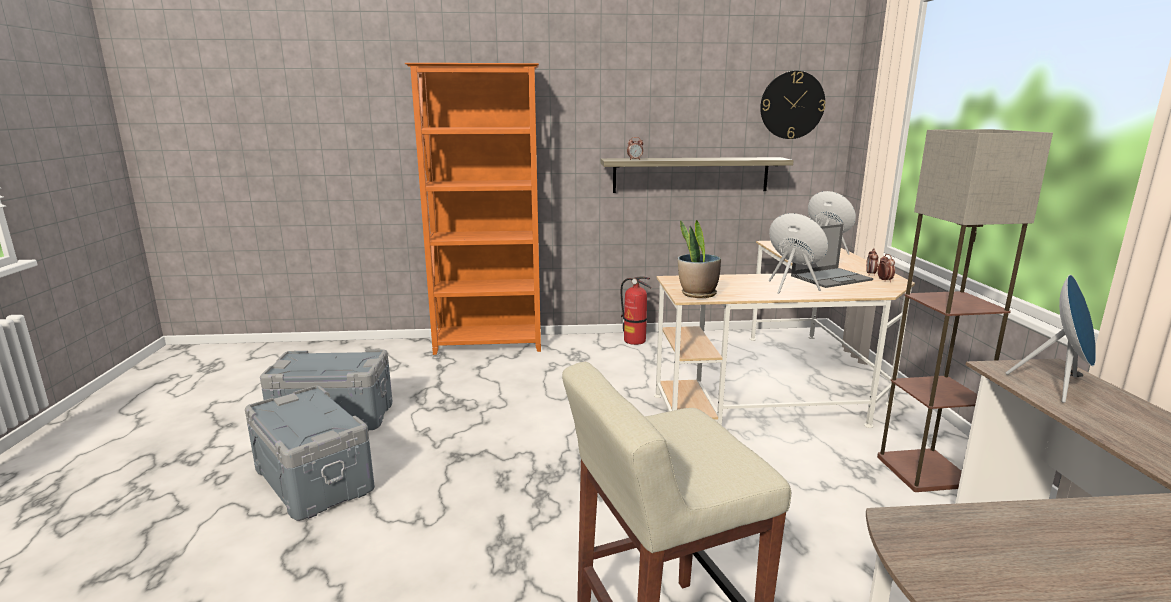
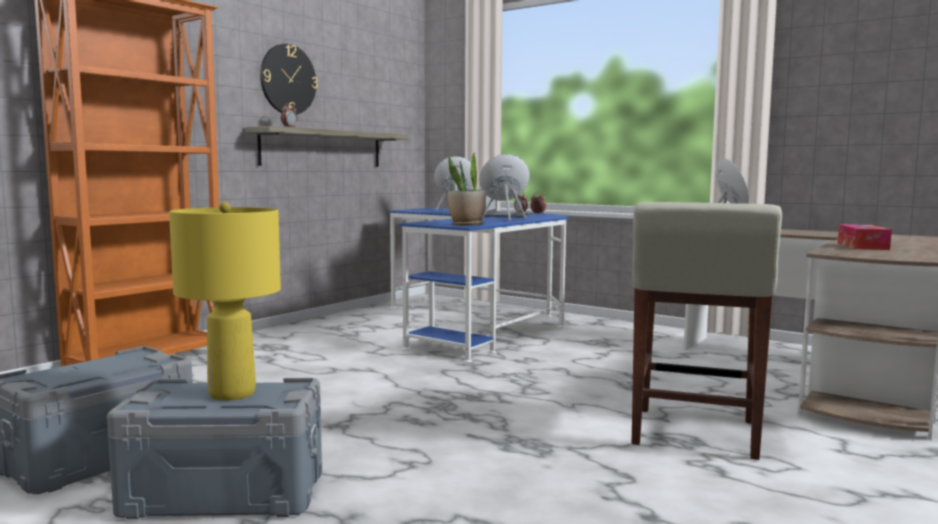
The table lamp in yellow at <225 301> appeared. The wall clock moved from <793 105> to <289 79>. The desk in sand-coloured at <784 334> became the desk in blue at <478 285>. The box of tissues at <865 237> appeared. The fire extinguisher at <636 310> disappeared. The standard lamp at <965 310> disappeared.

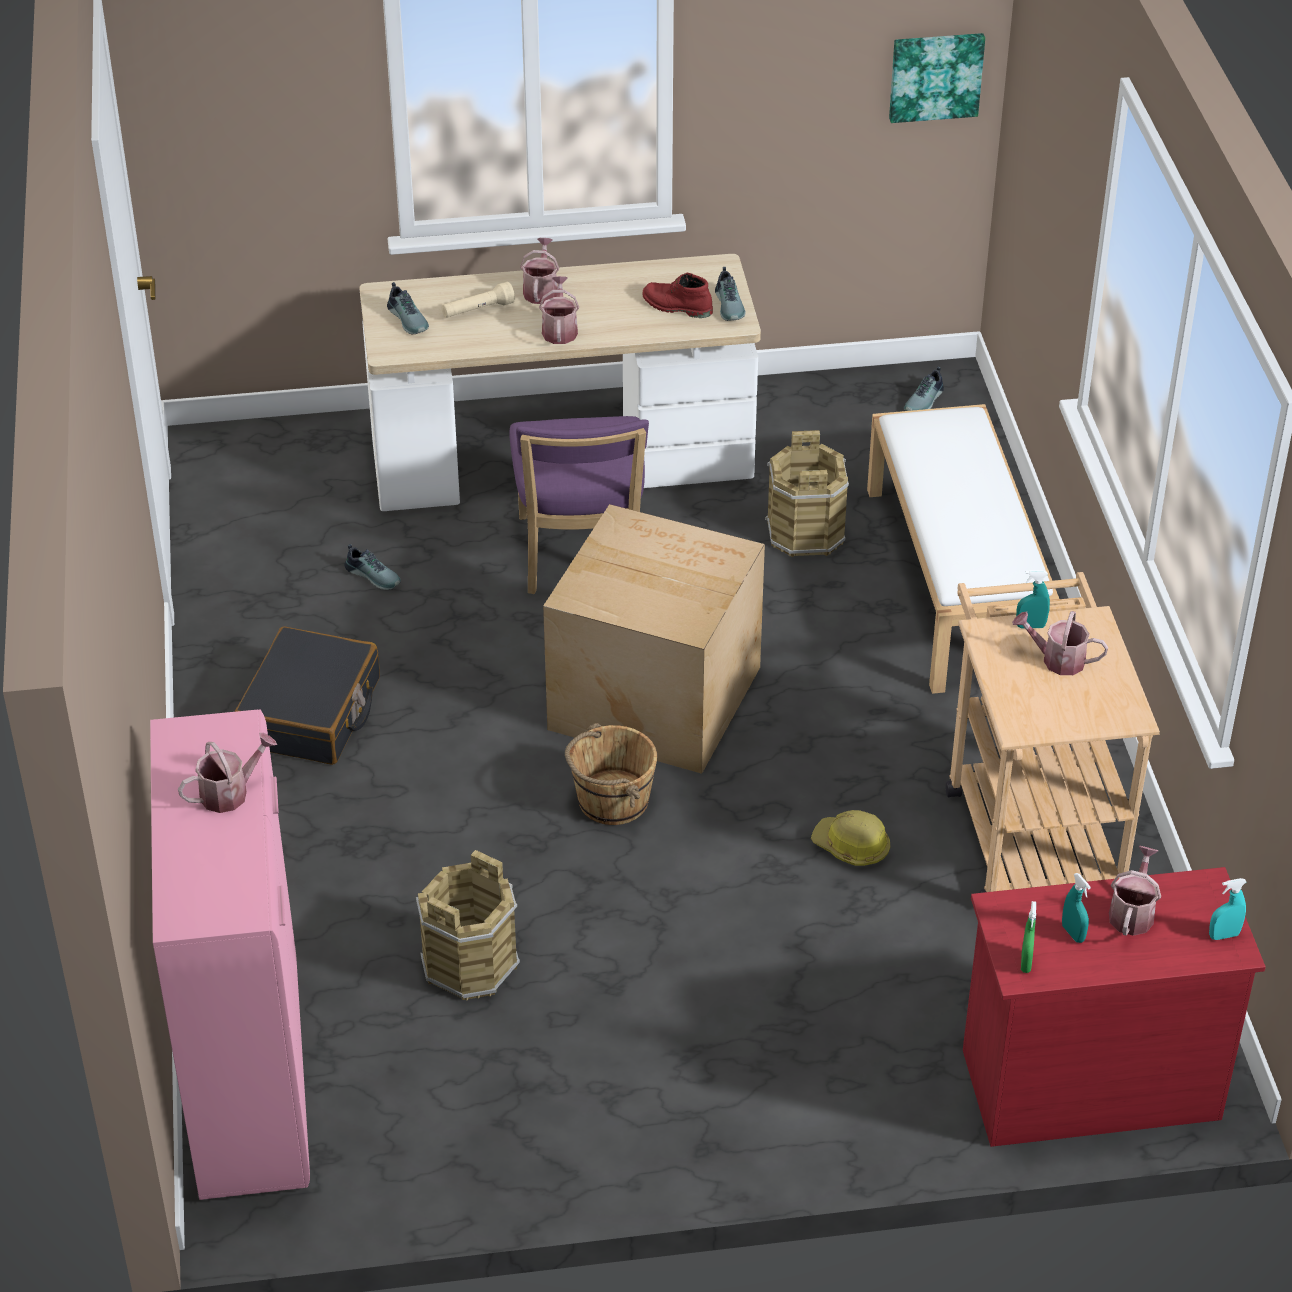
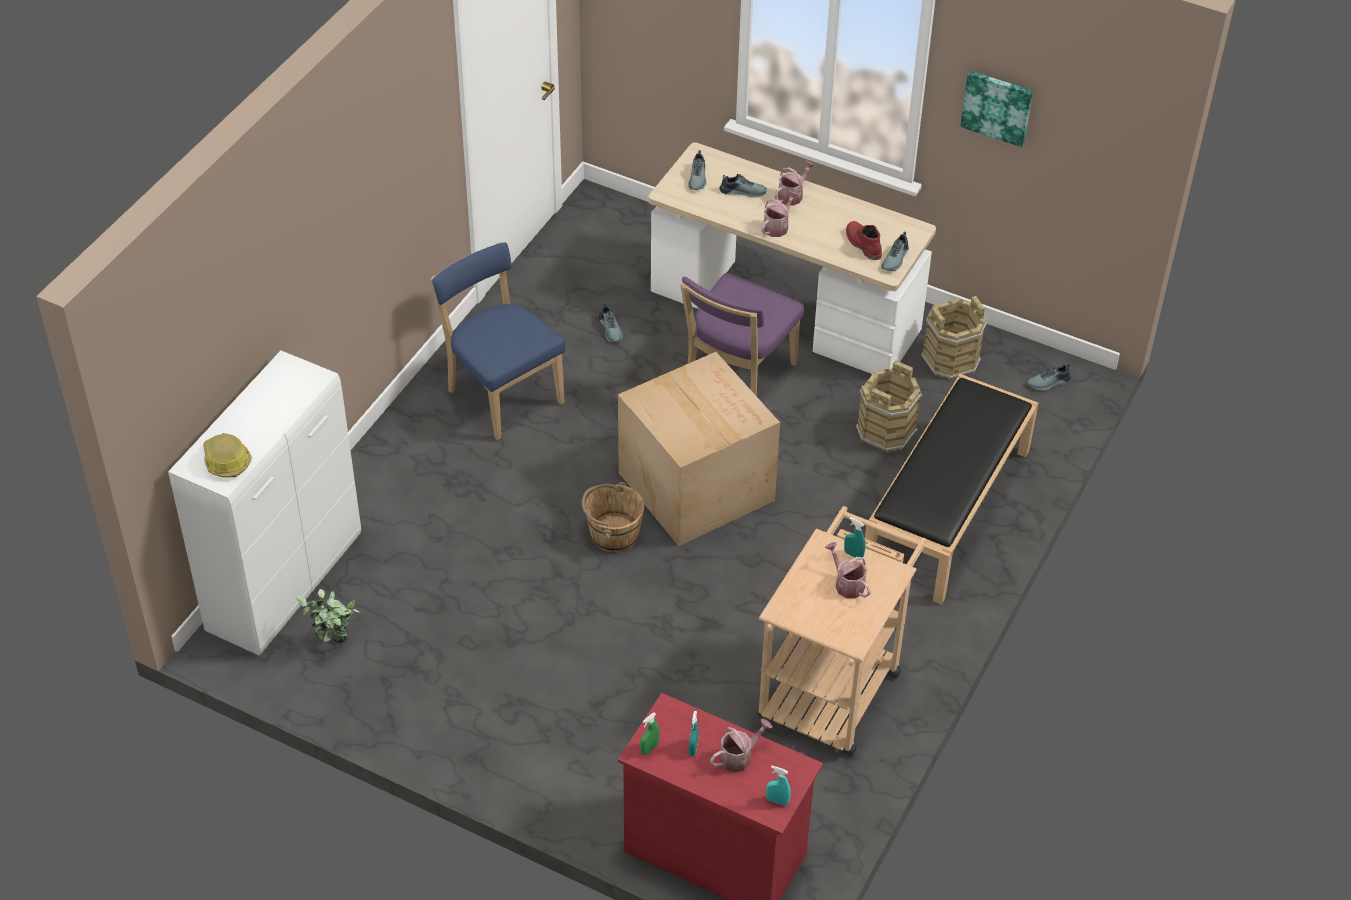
The cupboard in pinkish at <230 955> became the cupboard in white at <264 503>. The safety helmet moved from <850 838> to <227 455>. The houseplant at <328 616> appeared. The travel case in blackish at <307 695> was replaced by the chair in blue at <497 341>. The torch in sand-coloured at <478 300> was replaced by the item of footwear at <743 186>. The long seat in white at <963 549> became the long seat in blackish at <951 489>. The pail in brownish moved from <468 925> to <954 338>. The wall art moved from <937 78> to <996 109>. The sprinkling can at <227 773> disappeared.

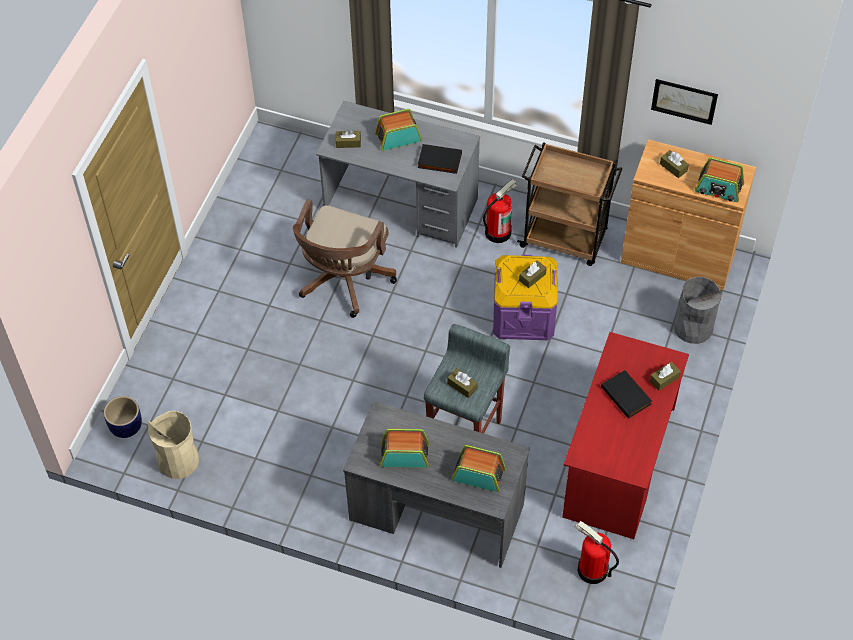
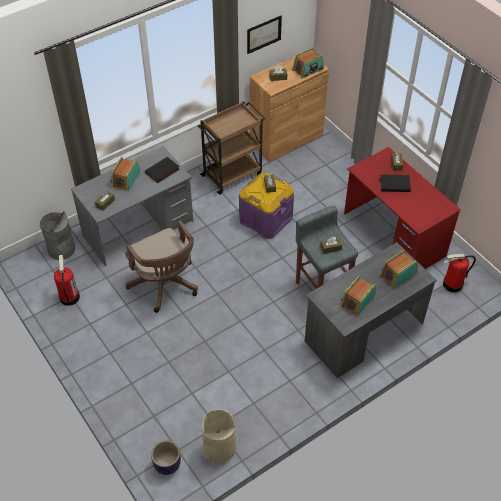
The waste bin in greyish moved from <698 310> to <57 235>. The fire extinguisher moved from <500 211> to <67 280>.

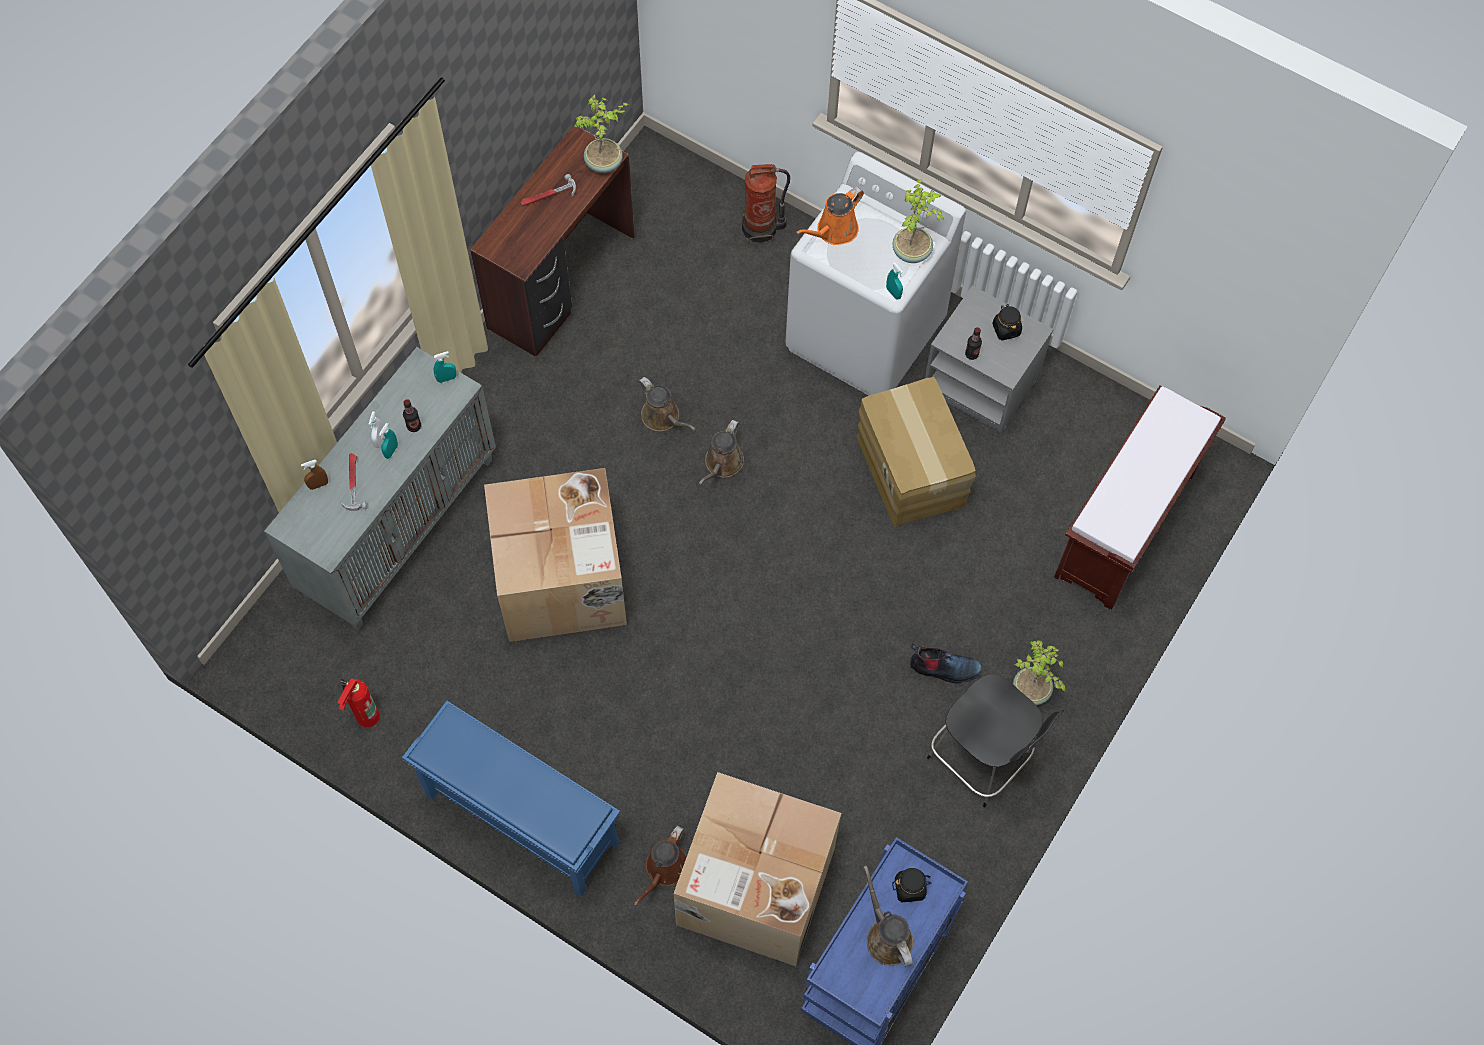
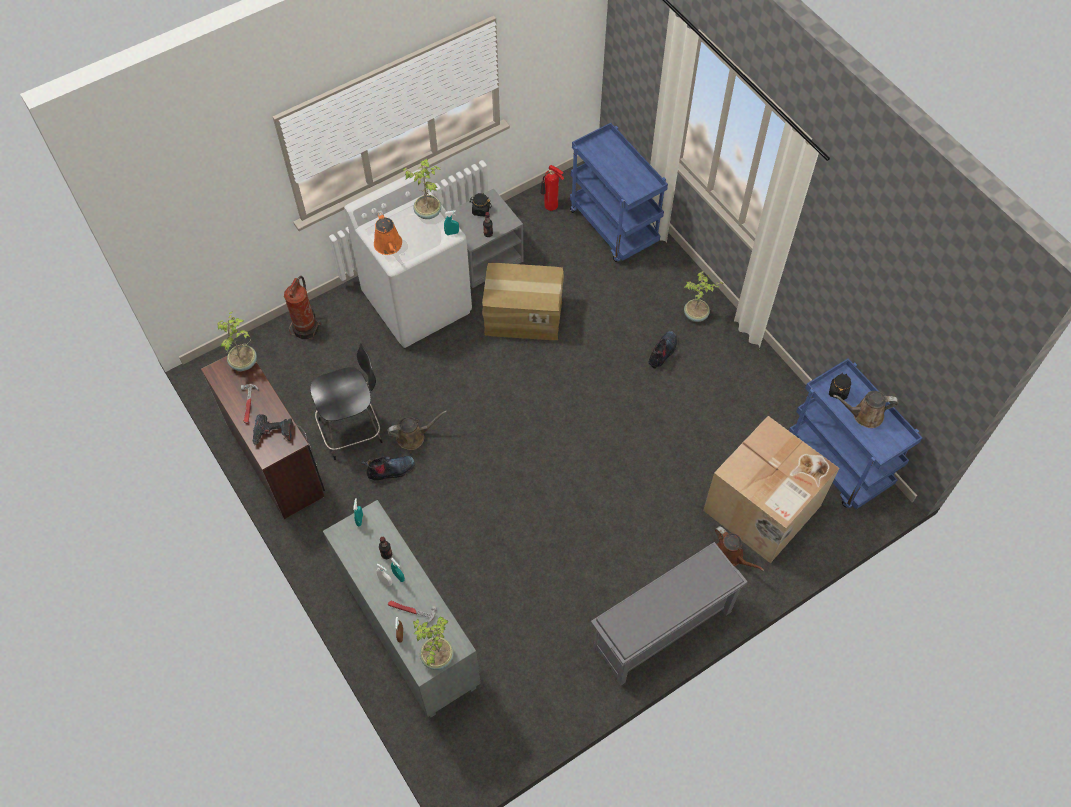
The power drill at <273 429> appeared. The chair in blackish moved from <996 741> to <346 401>. The tall boot at <388 468> appeared. The houseplant at <433 643> appeared. The fire extinguisher moved from <358 702> to <552 188>. The long seat in brownish at <1140 498> was replaced by the trolley in blue at <619 192>. The shoe shelf in blue at <511 799> became the shoe shelf in greyish at <669 614>. The carton at <555 555> disappeared. The sprinkling can in brownish at <721 452> disappeared.

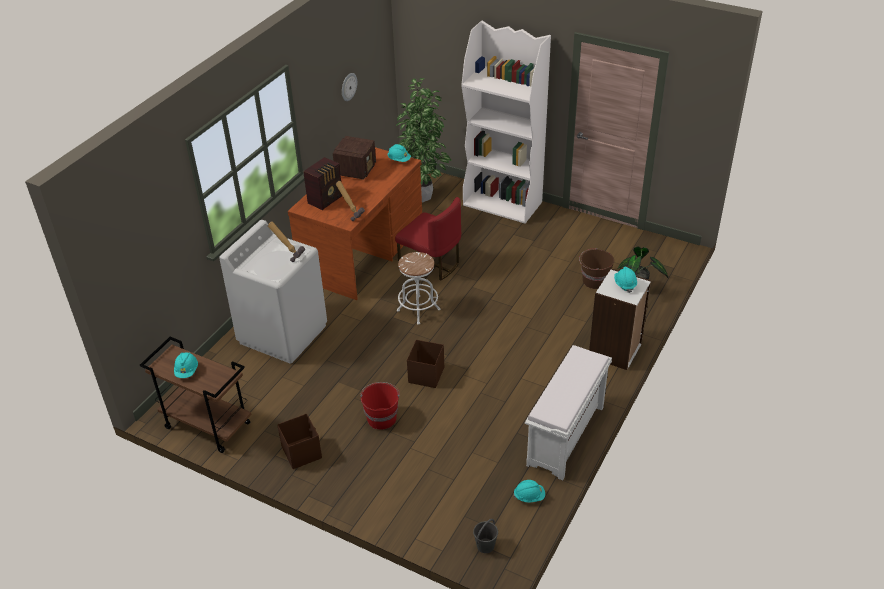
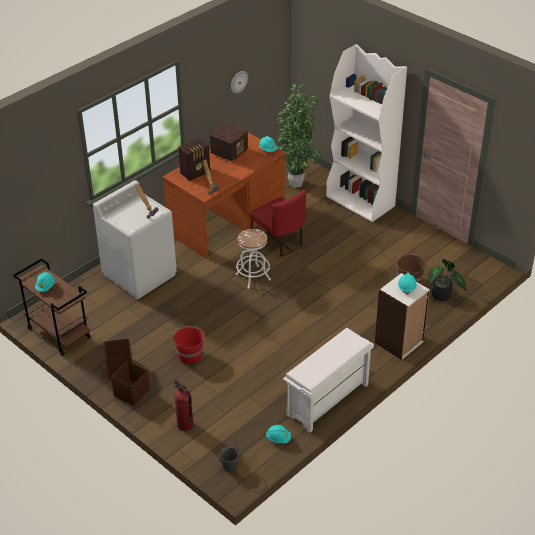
The storage bin in brownish moved from <425 364> to <130 383>. The fire extinguisher at <183 405> appeared.

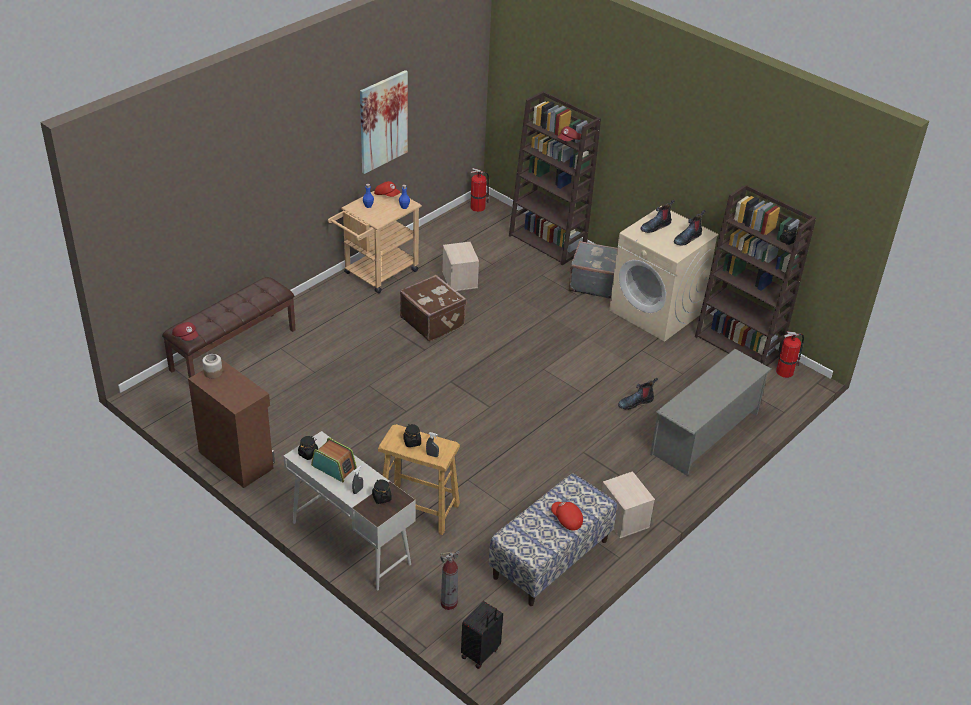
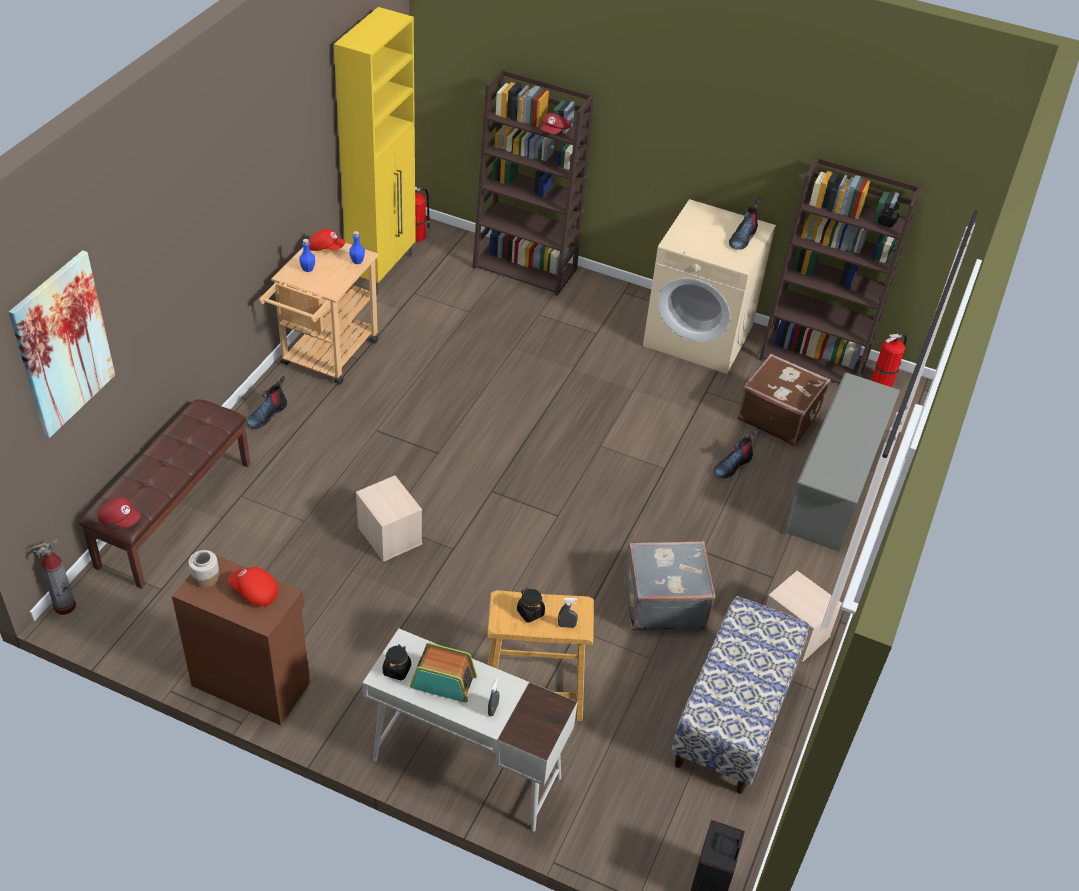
The wall art moved from <384 122> to <62 344>. The fire extinguisher moved from <450 580> to <54 577>. The cap in red-coloured moved from <567 516> to <253 586>. The tall boot moved from <658 216> to <267 402>. The cupboard in yellow at <375 151> appeared. The storage bin in sand-coloured moved from <460 266> to <389 519>. The travel case in greyish moved from <593 270> to <670 586>. The travel case in brownish moved from <433 308> to <784 400>. The preserve jar in blackish at <382 491> disappeared.

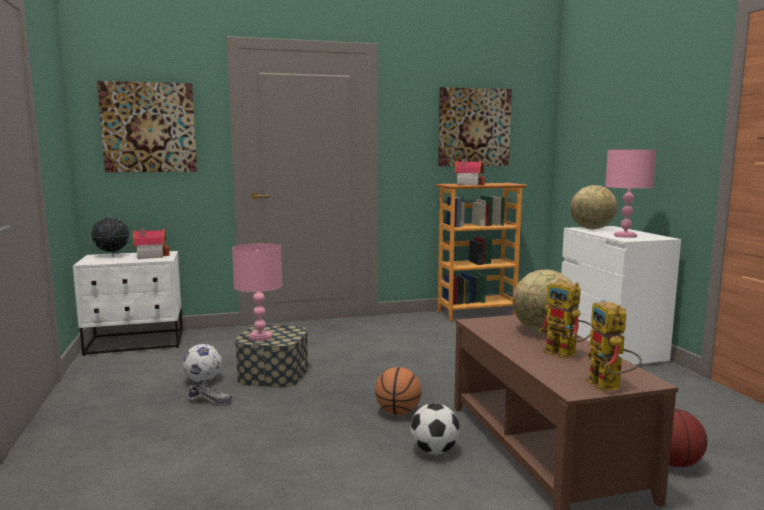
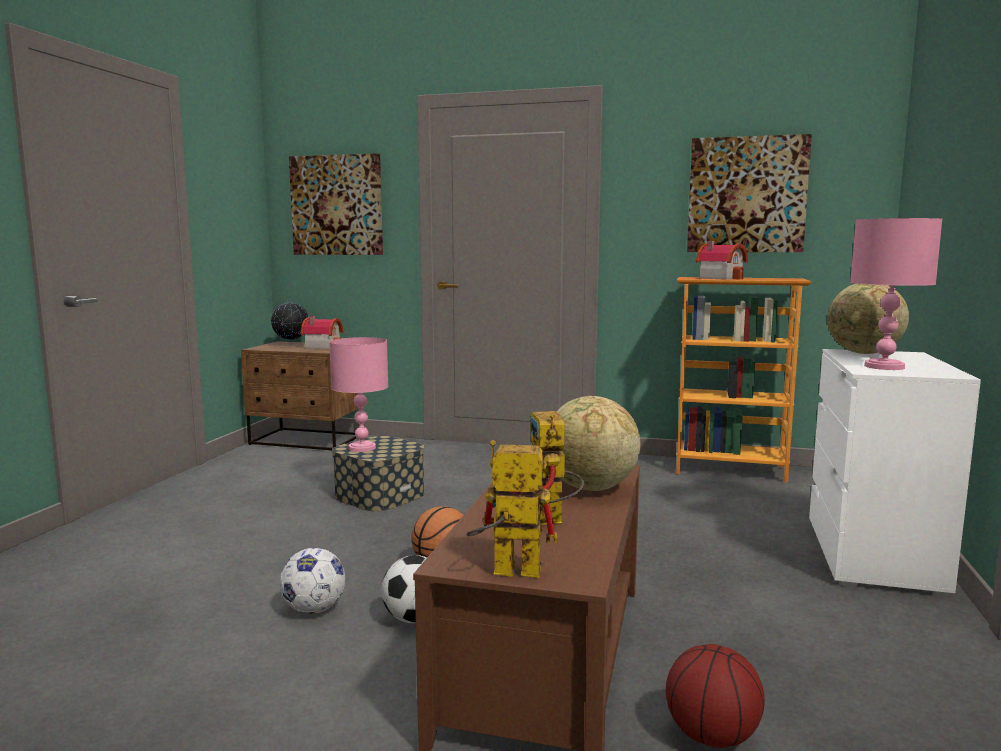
The night table in white at <128 303> became the night table in brownish at <300 395>. The football moved from <202 363> to <312 580>. The robot figure at <614 346> turned 75 degrees clockwise. The item of footwear at <210 392> disappeared.

